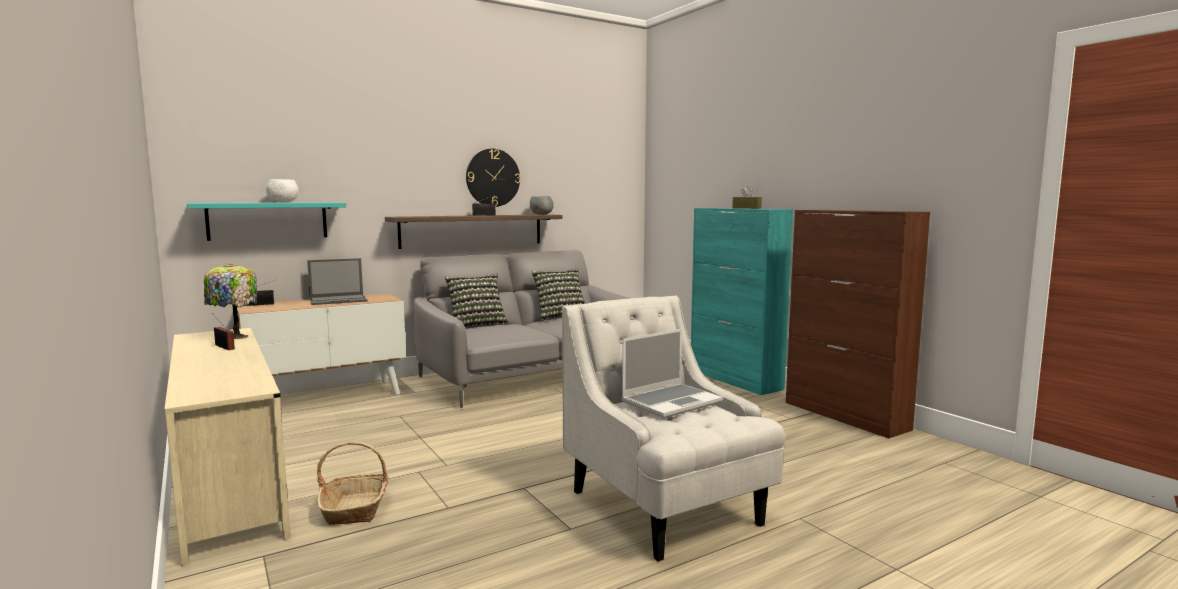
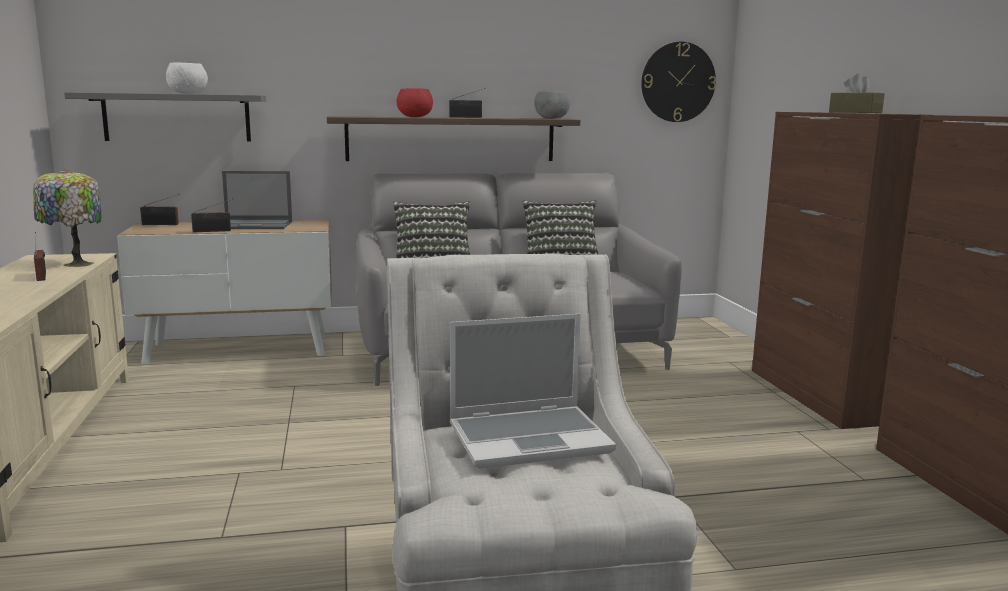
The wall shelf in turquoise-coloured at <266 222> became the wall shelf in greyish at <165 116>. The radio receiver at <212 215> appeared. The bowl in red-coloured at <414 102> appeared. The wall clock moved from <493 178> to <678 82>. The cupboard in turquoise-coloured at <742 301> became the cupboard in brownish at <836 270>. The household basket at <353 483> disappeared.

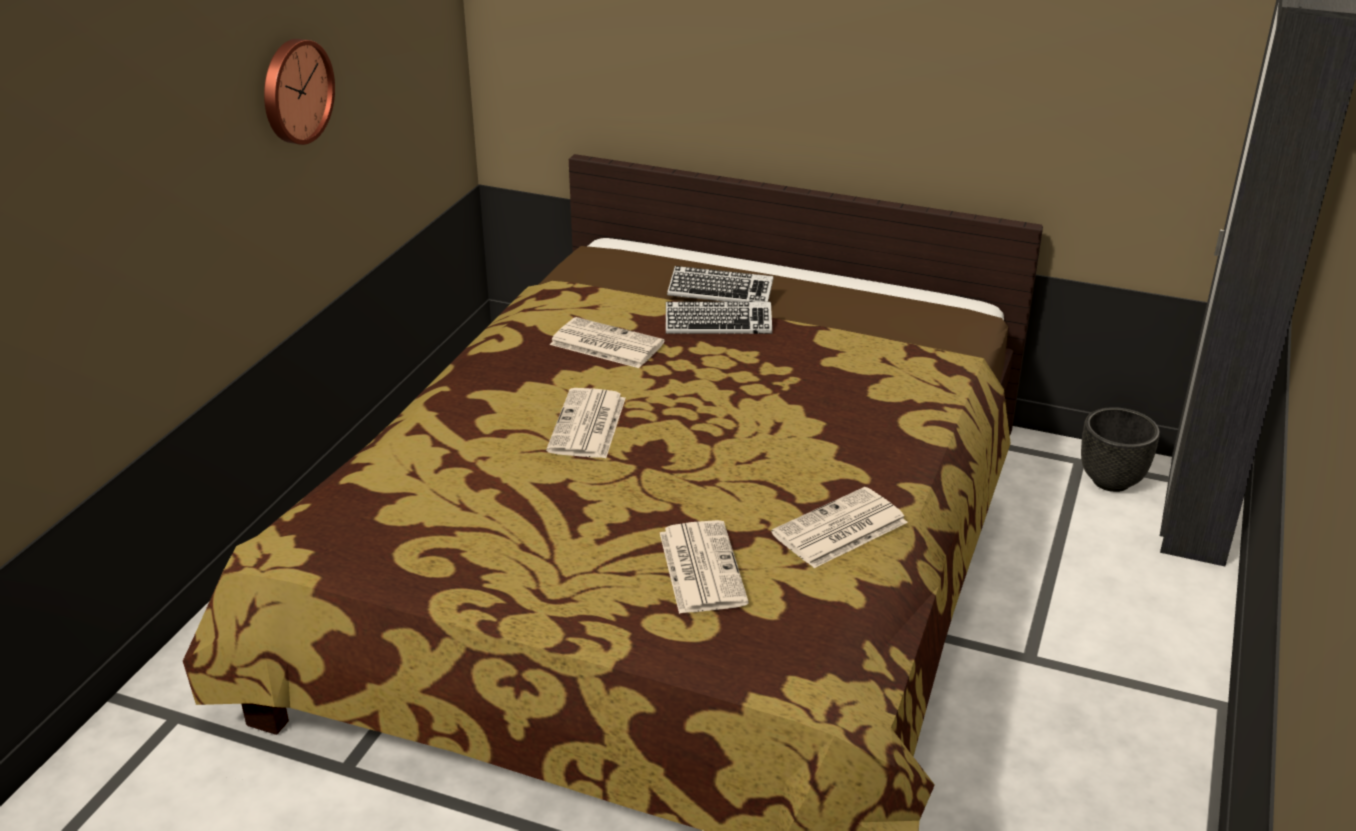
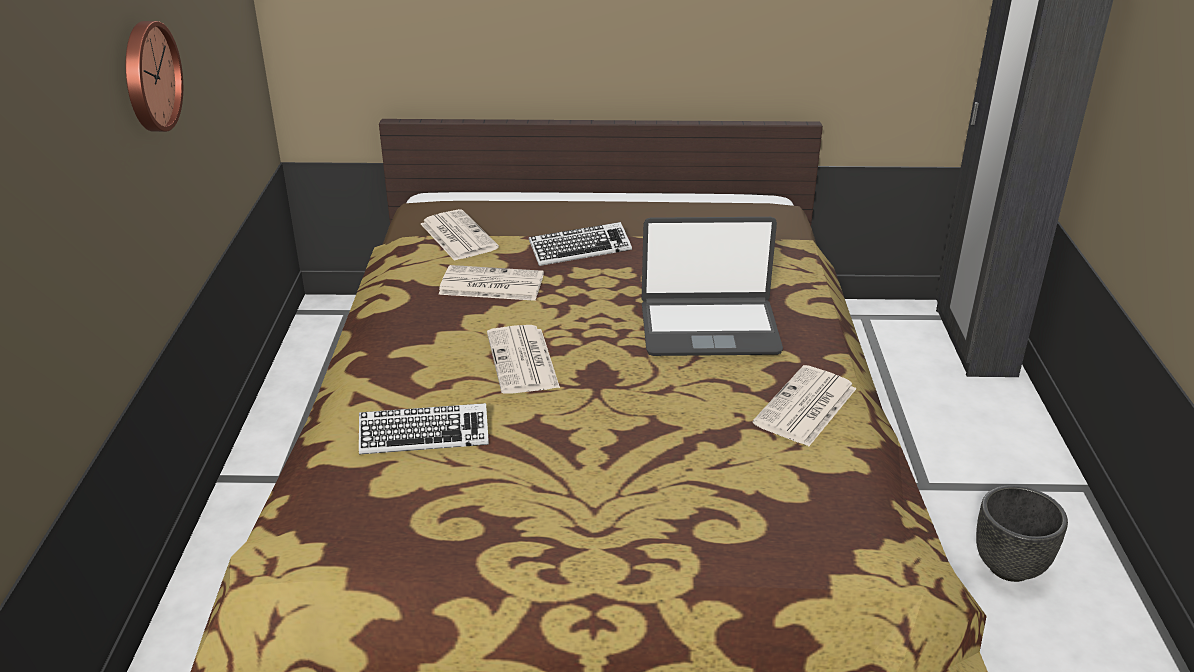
The PC keyboard moved from <720 284> to <424 429>. The newspaper moved from <704 567> to <460 235>. The portable computer at <712 286> appeared. The flower pot in blackish moved from <1120 449> to <1022 533>.

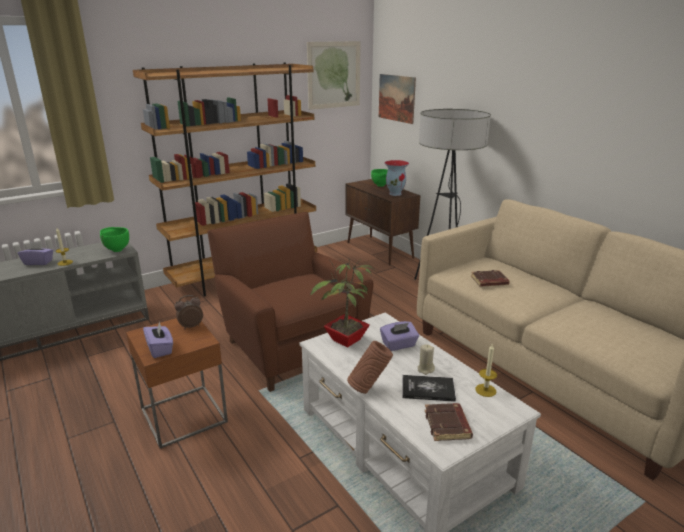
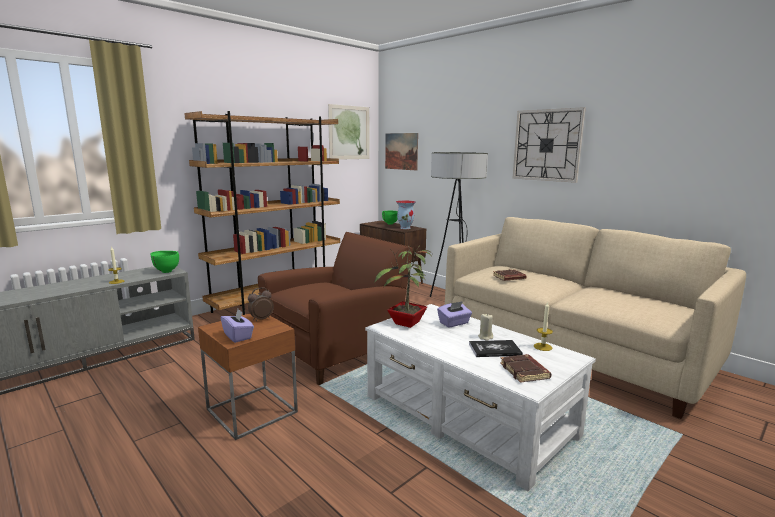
The armchair in brownish at <290 302> turned 90 degrees clockwise. The wall clock at <549 145> appeared. The box of tissues in purple-coloured at <35 253> disappeared. The flower vase in brownish at <370 367> disappeared.

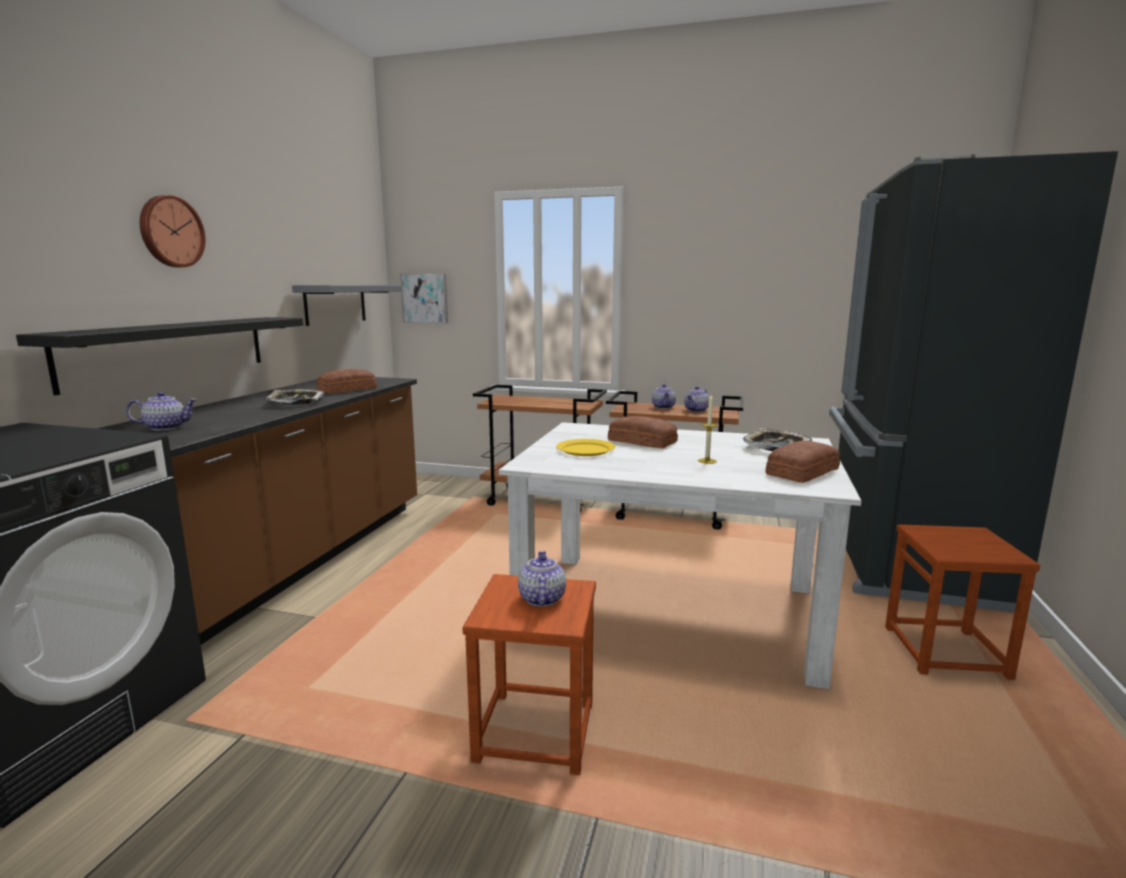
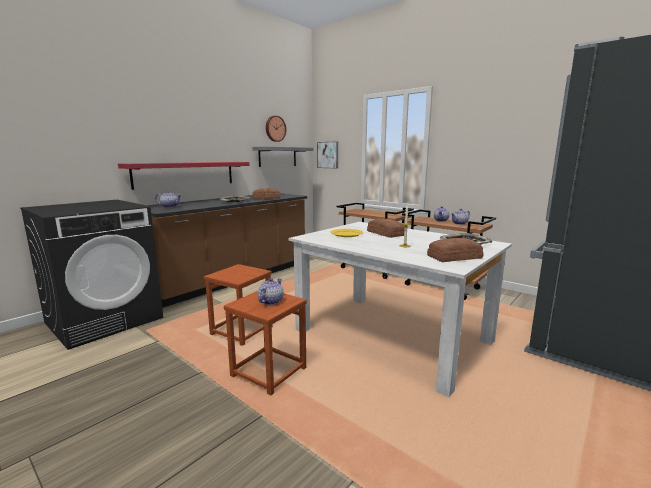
The wall shelf in blackish at <159 356> became the wall shelf in red-coloured at <183 176>. The stool seat in brownish moved from <962 602> to <238 305>. The wall clock moved from <173 231> to <276 129>.

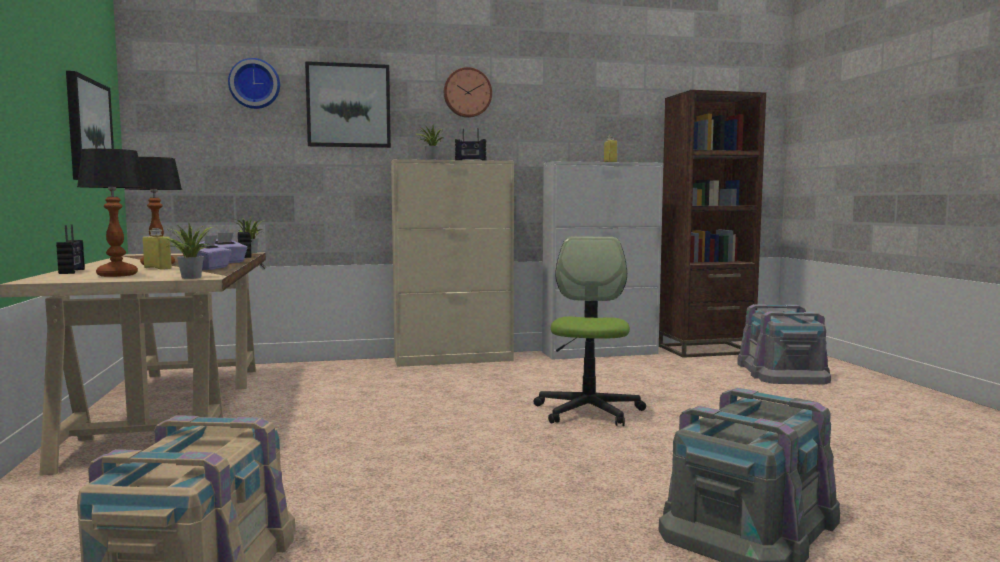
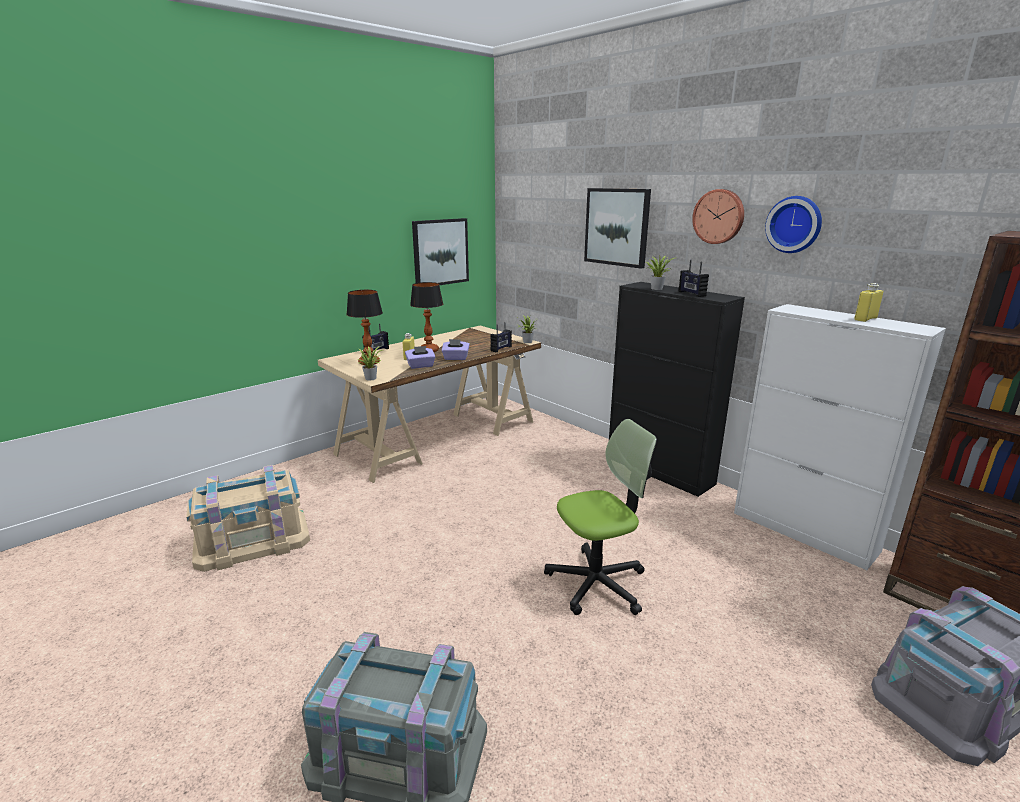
The cupboard in sand-coloured at <452 263> became the cupboard in blackish at <677 389>. The wall clock moved from <254 83> to <793 224>.

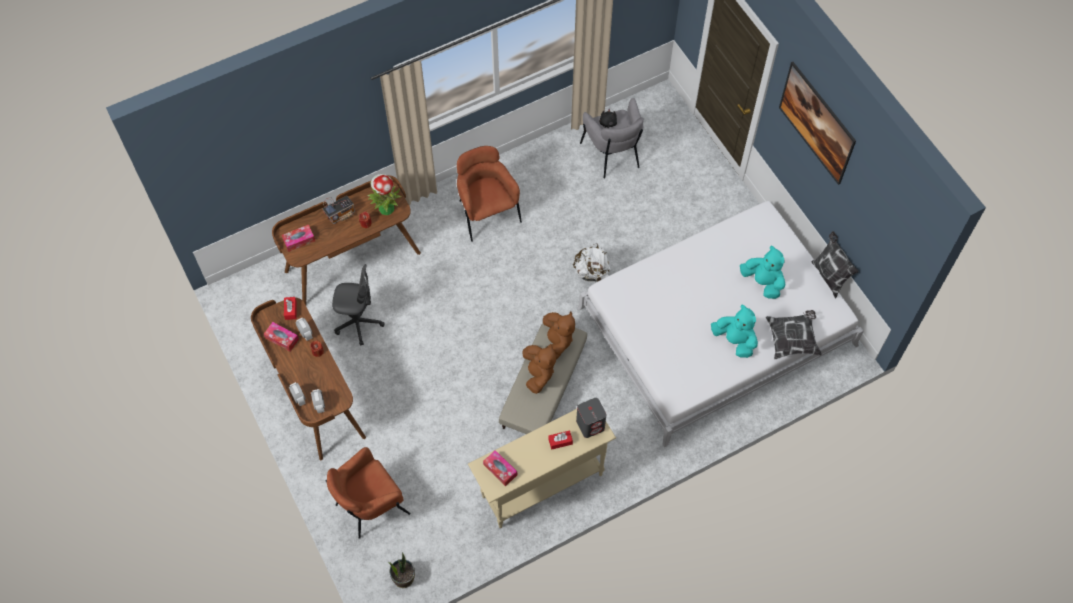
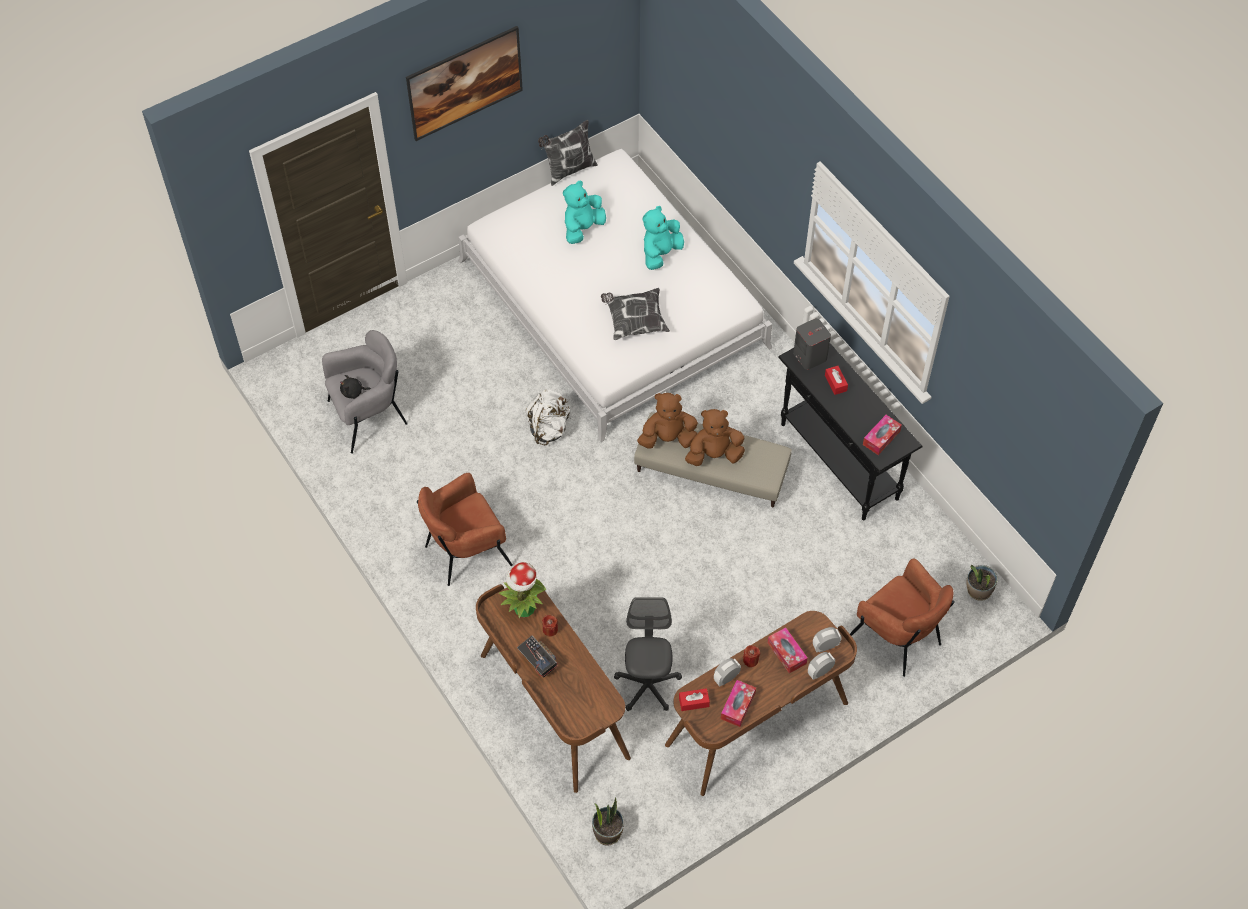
The houseplant at <608 821> appeared. The throw pillow moved from <794 334> to <635 314>. The box of tissues moved from <298 238> to <788 650>. The console table in sand-coloured at <542 468> became the console table in blackish at <850 432>.

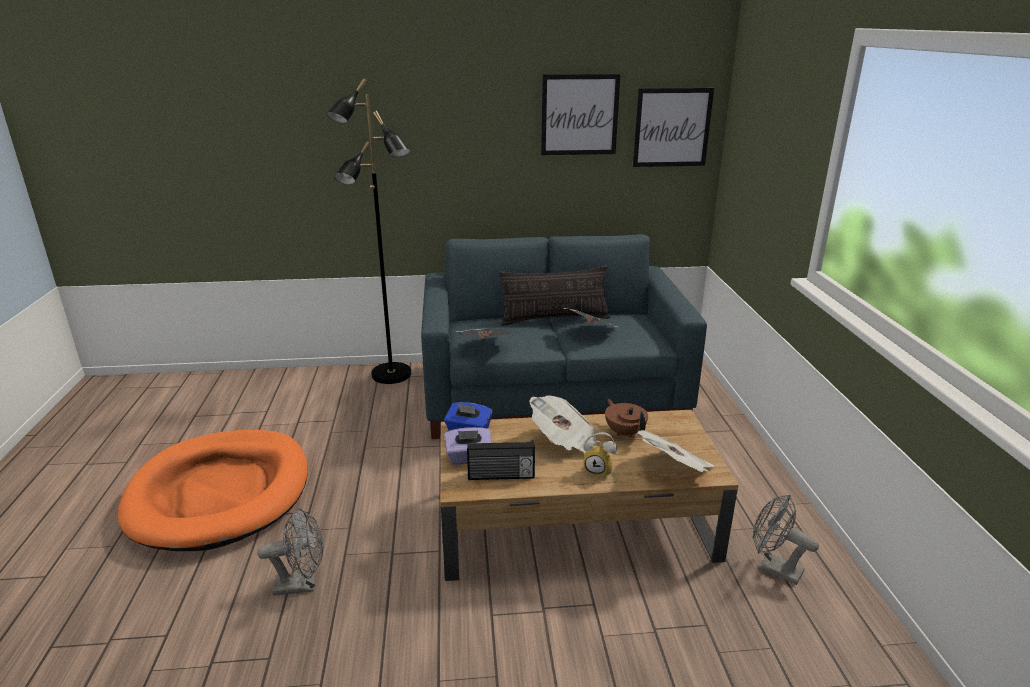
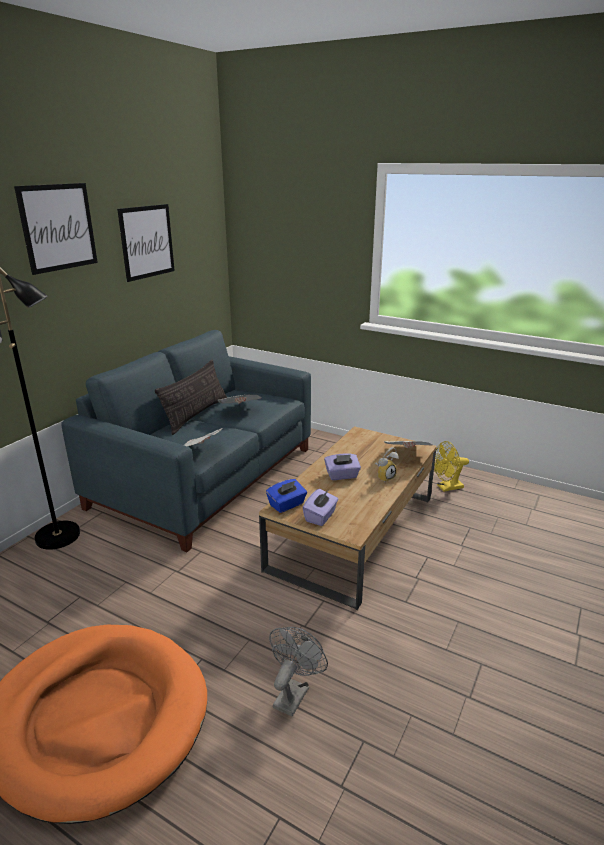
The wall art moved from <673 127> to <56 229>. The newspaper at <562 424> was replaced by the box of tissues in purple-coloured at <342 467>. The fan in greyish at <786 539> became the fan in yellow at <451 466>. The radio receiver at <501 460> disappeared. The tea pot in brownish at <626 418> disappeared.

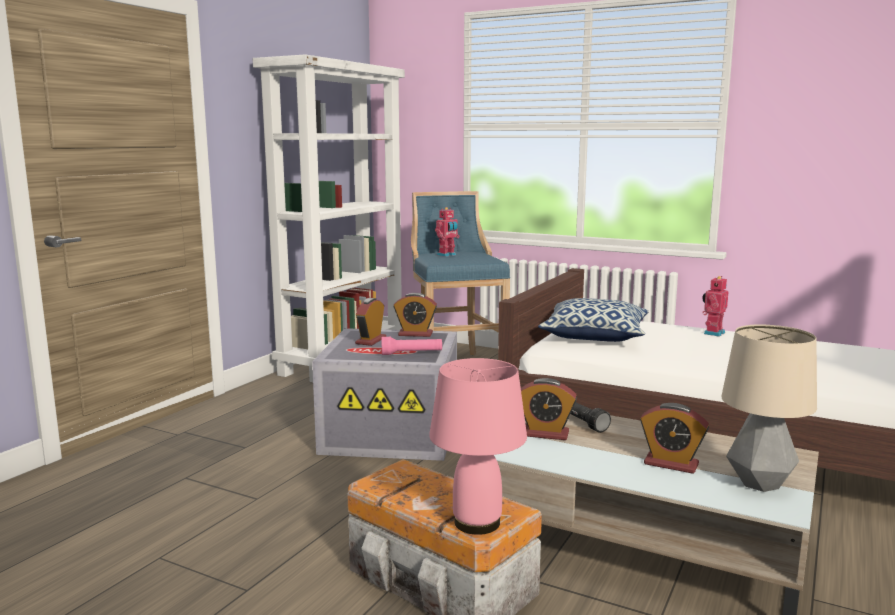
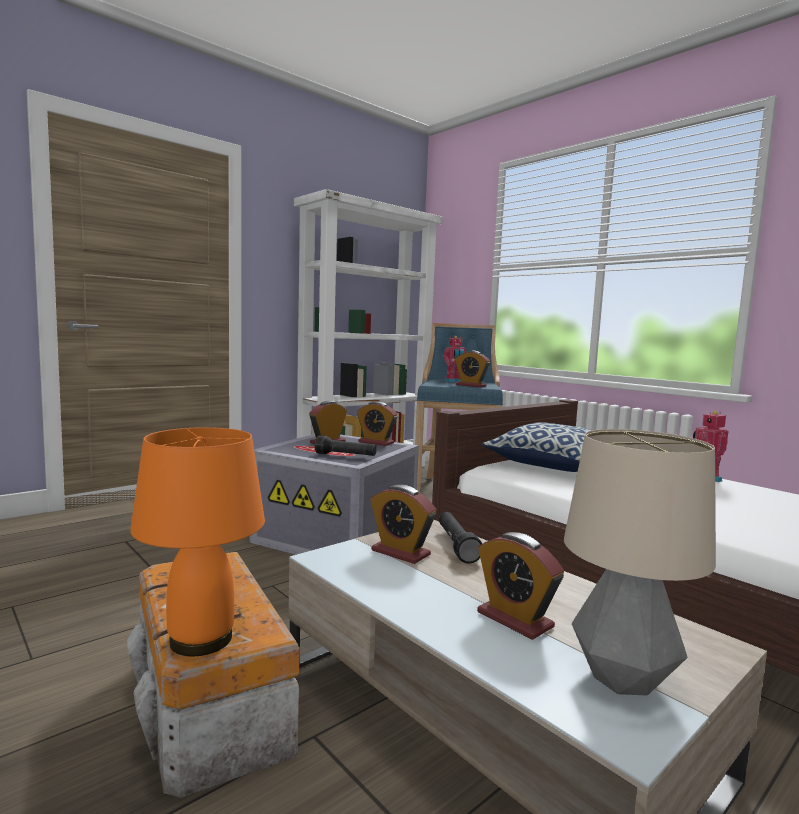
The table lamp in pinkish at <478 446> became the table lamp in orange-coloured at <197 542>. The torch in pinkish at <412 346> became the torch in blackish at <346 445>. The table clock at <472 369> appeared.

